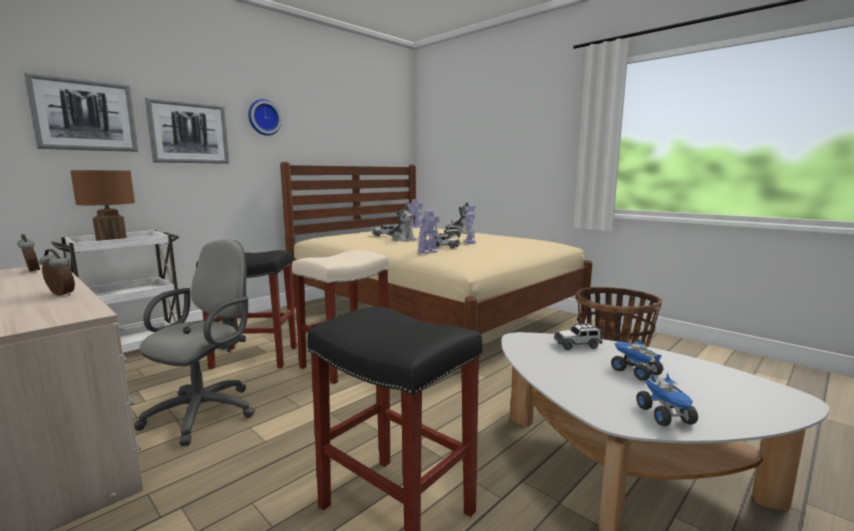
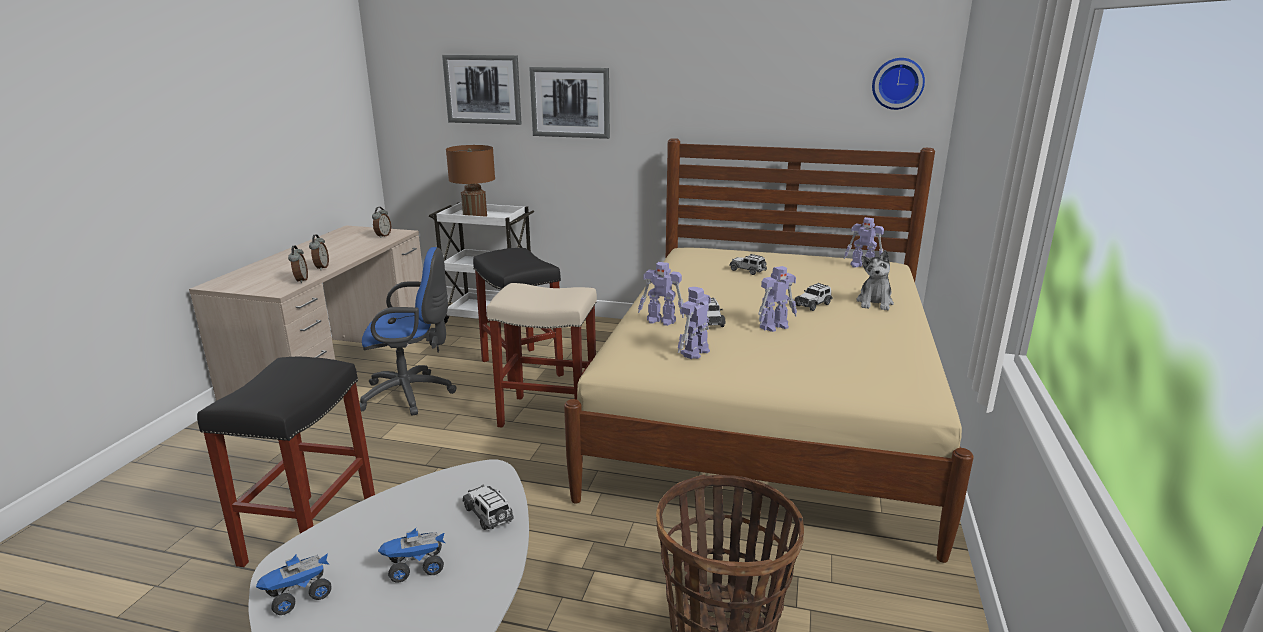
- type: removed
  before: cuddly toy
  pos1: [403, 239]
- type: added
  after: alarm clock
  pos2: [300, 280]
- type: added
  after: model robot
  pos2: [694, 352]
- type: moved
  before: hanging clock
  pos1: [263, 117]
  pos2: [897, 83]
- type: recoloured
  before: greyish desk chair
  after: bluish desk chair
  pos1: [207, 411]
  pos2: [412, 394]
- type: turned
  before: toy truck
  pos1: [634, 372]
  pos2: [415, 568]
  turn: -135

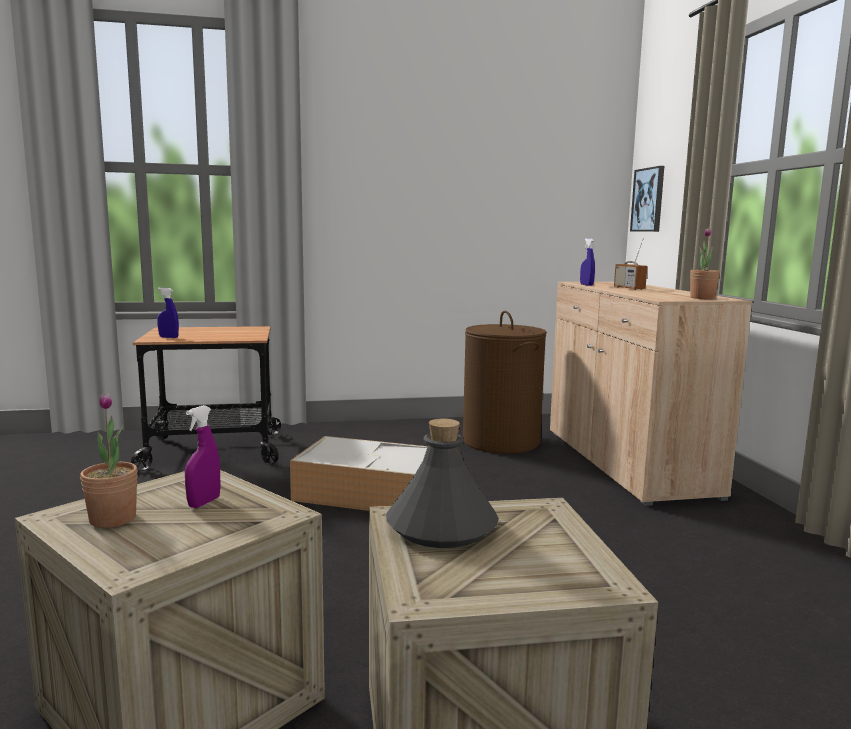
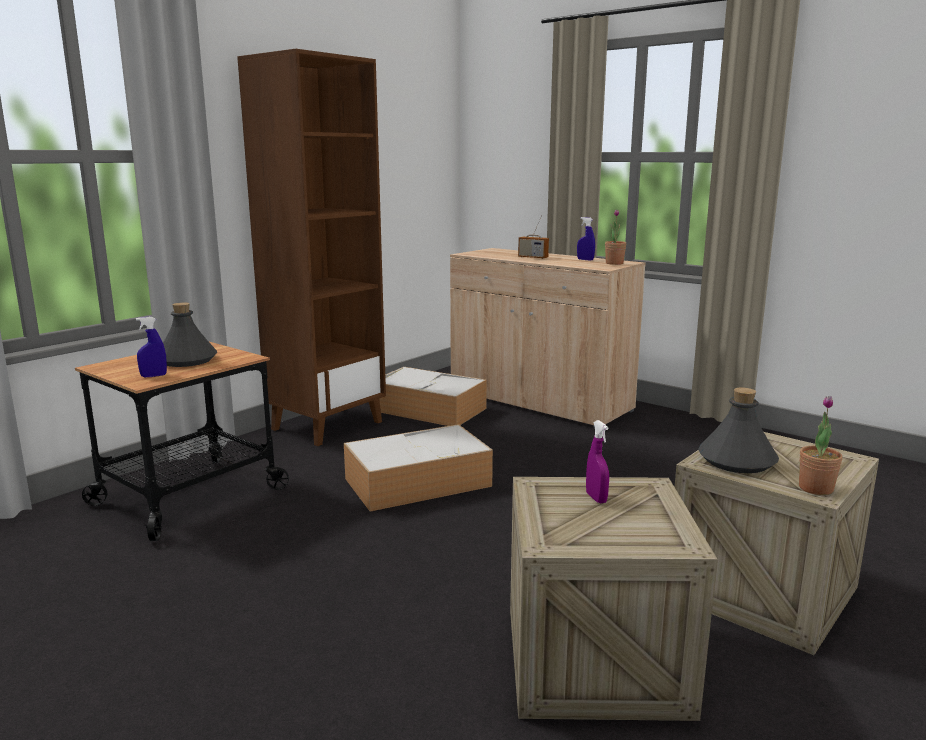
- type: removed
  before: picture
  pos1: [648, 200]
- type: added
  after: greyish beverage bottle
  pos2: [187, 360]
- type: added
  after: brown bookshelf
  pos2: [327, 425]
- type: moved
  before: houseplant
  pos1: [113, 519]
  pos2: [816, 488]
- type: moved
  before: bluish hand sprayer
  pos1: [586, 285]
  pos2: [585, 259]
- type: replaced
  before: brown washing basket
  after: storage container
  pos1: [501, 441]
  pos2: [430, 409]

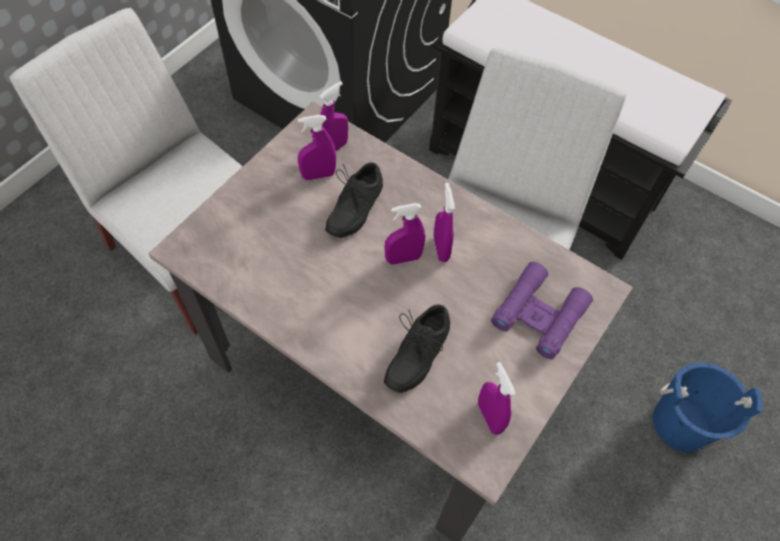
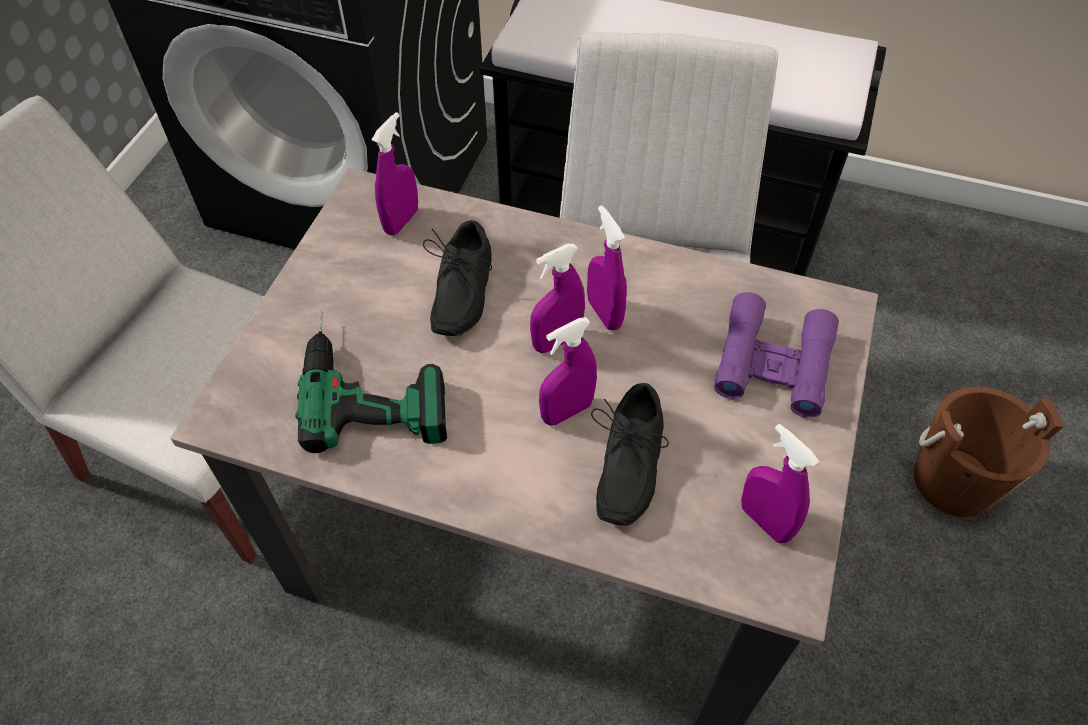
- type: added
  after: electric drill
  pos2: [373, 381]
- type: moved
  before: purple-coloured hand sprayer
  pos1: [318, 175]
  pos2: [567, 411]
- type: recoloured
  before: bluish pail
  after: brown pail
  pos1: [681, 423]
  pos2: [954, 481]

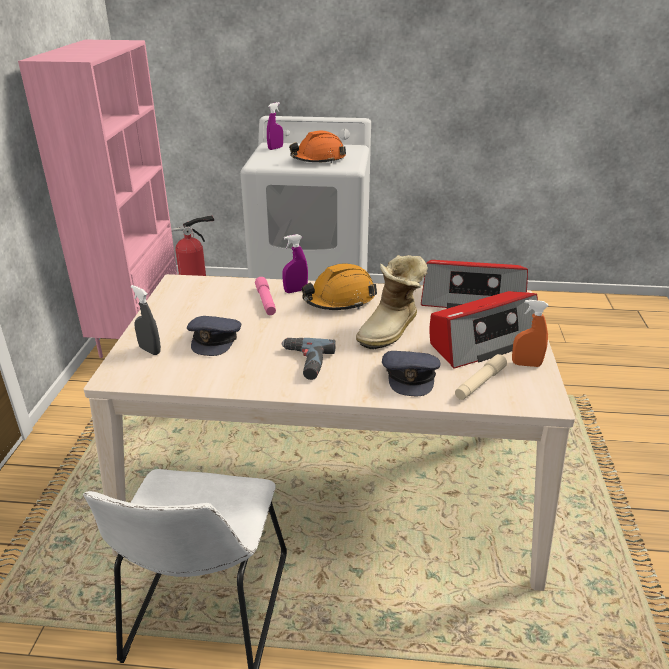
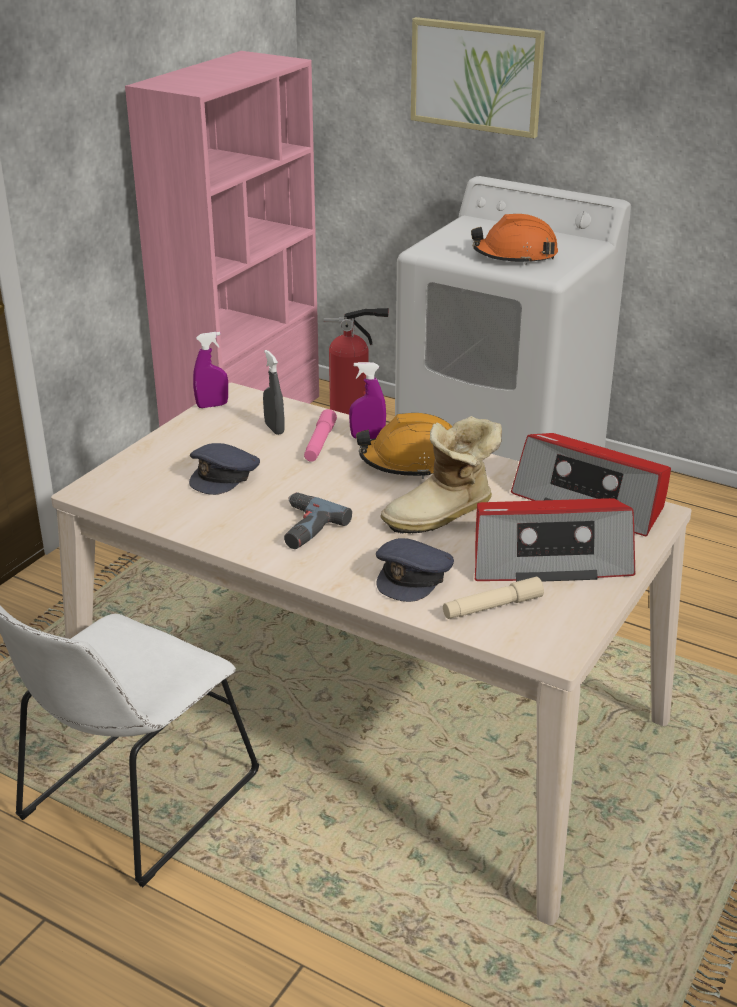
- type: removed
  before: orangey hand sprayer
  pos1: [526, 364]
- type: added
  after: picture
  pos2: [476, 76]
- type: moved
  before: greyish hand sprayer
  pos1: [150, 350]
  pos2: [274, 428]
- type: moved
  before: purple-coloured hand sprayer
  pos1: [275, 148]
  pos2: [212, 405]

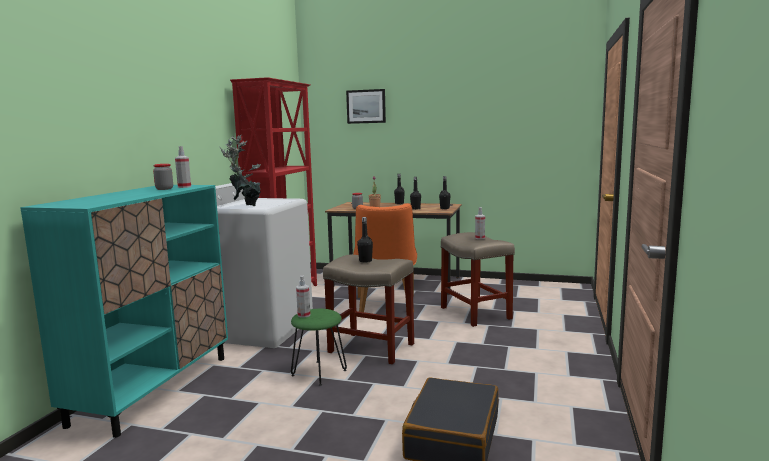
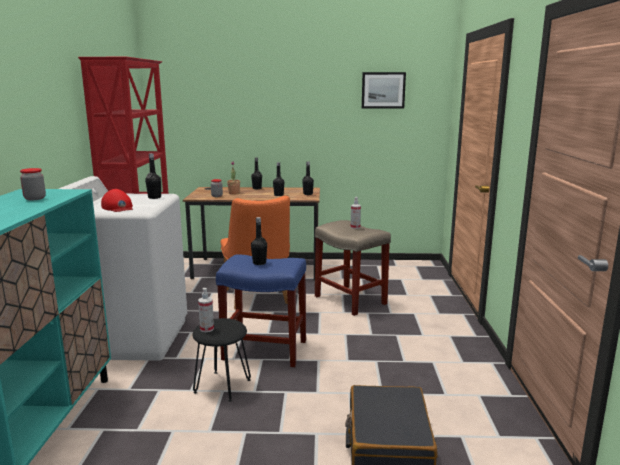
- type: removed
  before: hand sprayer
  pos1: [184, 187]
- type: added
  after: black beverage bottle
  pos2: [154, 197]
- type: moved
  before: picture
  pos1: [366, 106]
  pos2: [383, 90]
- type: replaced
  before: houseplant
  after: reddish baseball cap
  pos1: [246, 206]
  pos2: [118, 207]
- type: recoloured
  before: greenish stool
  after: black stool
  pos1: [319, 372]
  pos2: [223, 385]
- type: recoloured
  before: beige stool
  after: bluish stool
  pos1: [370, 348]
  pos2: [263, 350]

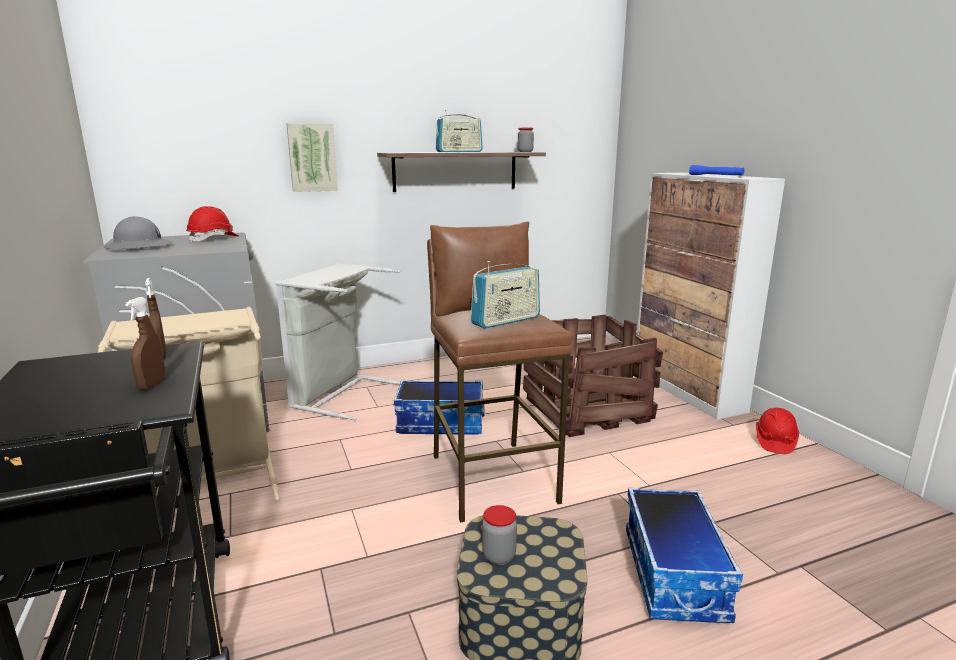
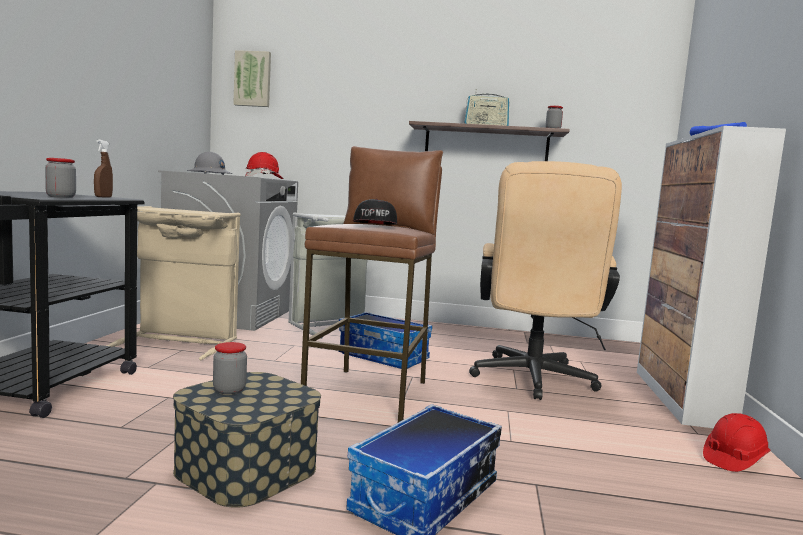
- type: moved
  before: picture
  pos1: [312, 157]
  pos2: [253, 79]
- type: replaced
  before: brown hand sprayer
  after: preserve jar
  pos1: [152, 385]
  pos2: [61, 197]
- type: replaced
  before: radio set
  after: baseball cap
  pos1: [506, 321]
  pos2: [375, 225]
- type: replaced
  before: packing crate
  after: beige desk chair
  pos1: [585, 410]
  pos2: [532, 381]

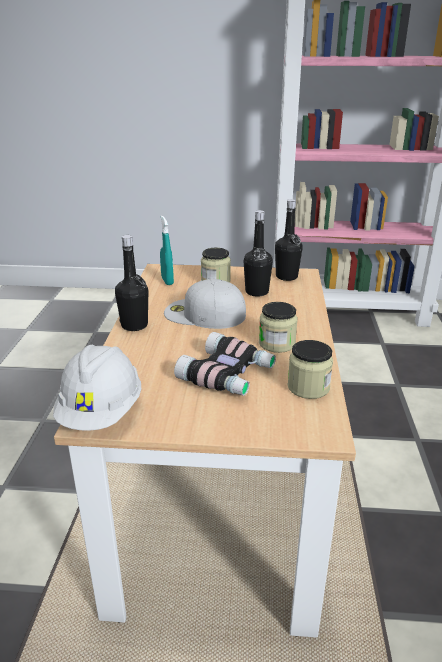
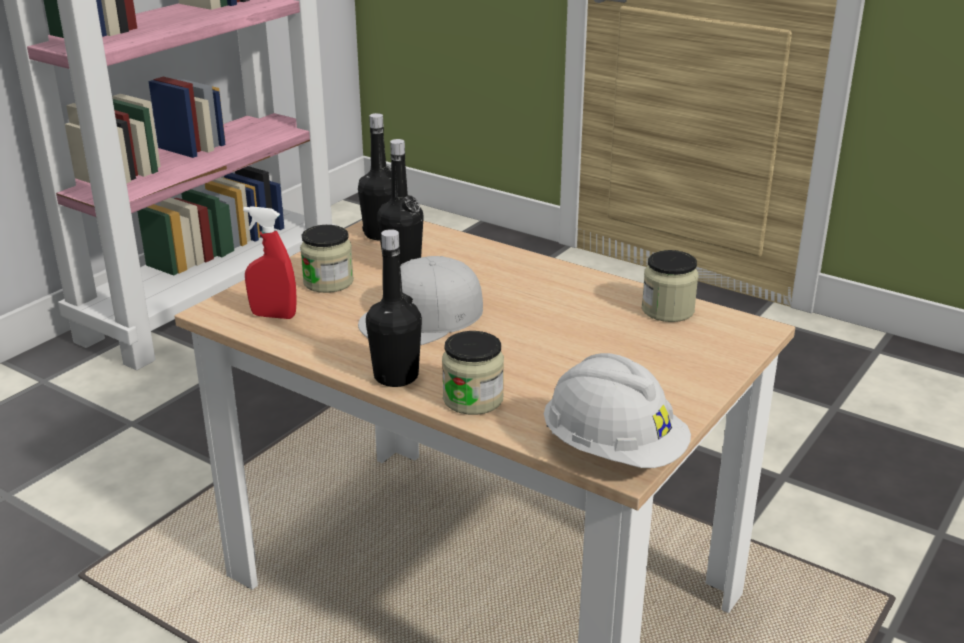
- type: removed
  before: field glasses
  pos1: [228, 374]
- type: moved
  before: preserve jar
  pos1: [277, 343]
  pos2: [473, 399]
- type: recoloured
  before: turquoise hand sprayer
  after: reddish hand sprayer
  pos1: [167, 281]
  pos2: [273, 315]

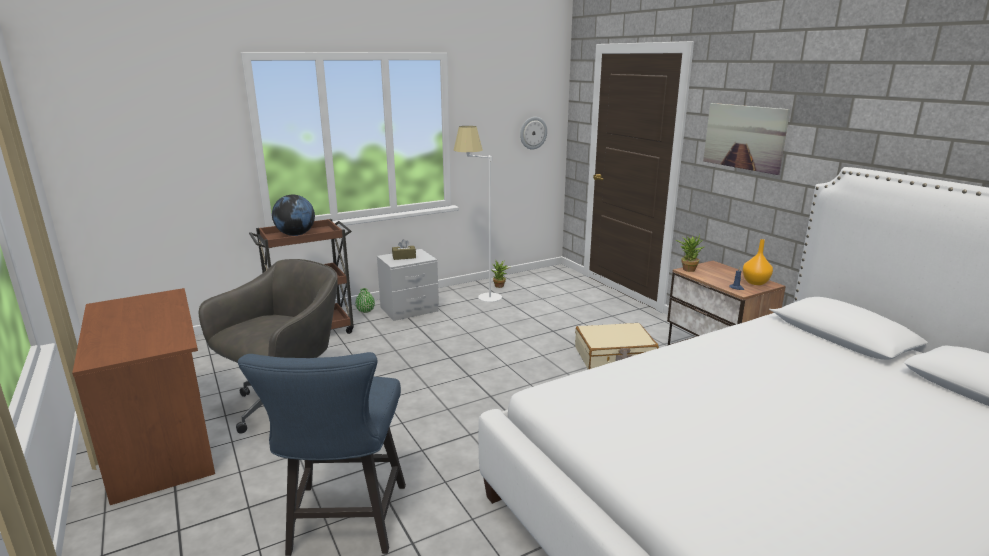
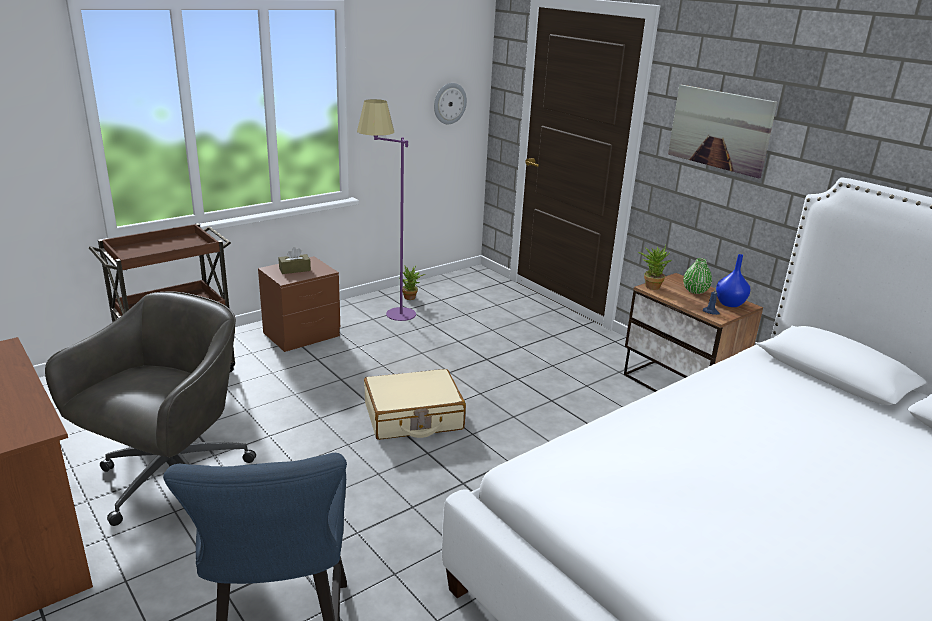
- type: removed
  before: globe
  pos1: [295, 235]
- type: moved
  before: greenish decorative vase
  pos1: [365, 310]
  pos2: [695, 291]
- type: moved
  before: beige piece of luggage
  pos1: [614, 358]
  pos2: [413, 417]
- type: recoloured
  before: greyish night table
  after: brown night table
  pos1: [409, 309]
  pos2: [301, 335]
- type: recoloured
  before: white standing lamp
  after: purple-coloured standing lamp
  pos1: [479, 299]
  pos2: [388, 317]
- type: recoloured
  before: orangey decorative vase
  after: bluish decorative vase
  pos1: [754, 282]
  pos2: [729, 303]

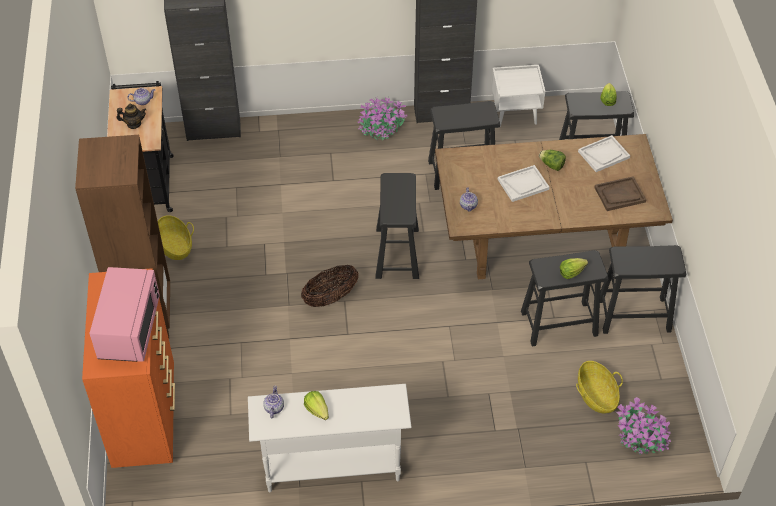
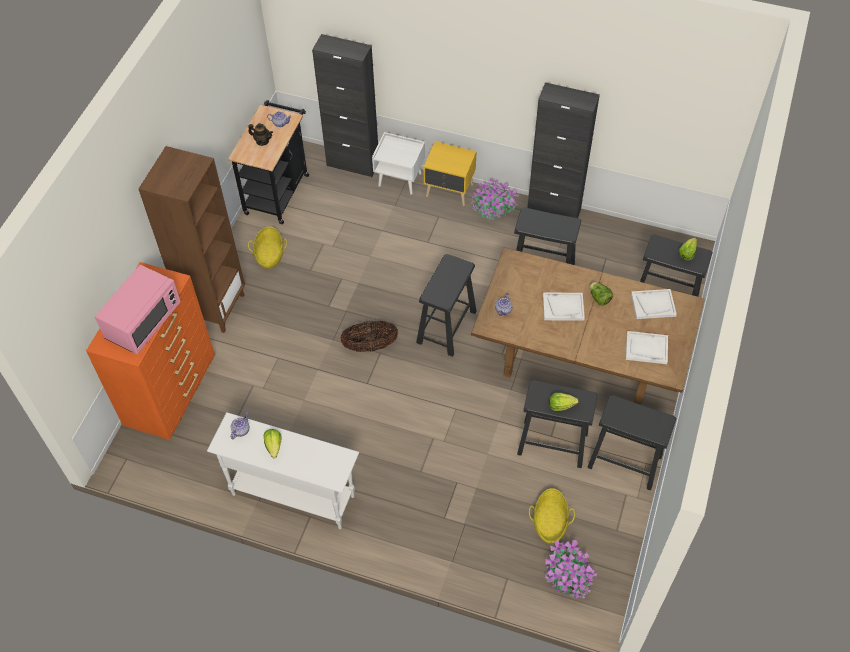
- type: added
  after: yellowish night table
  pos2: [450, 191]
- type: moved
  before: white night table
  pos1: [515, 114]
  pos2: [400, 179]
- type: recoloured
  before: brown serving tray
  after: white serving tray
  pos1: [619, 195]
  pos2: [646, 348]

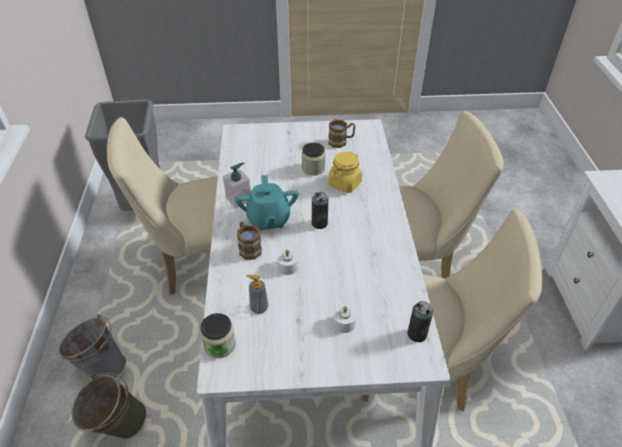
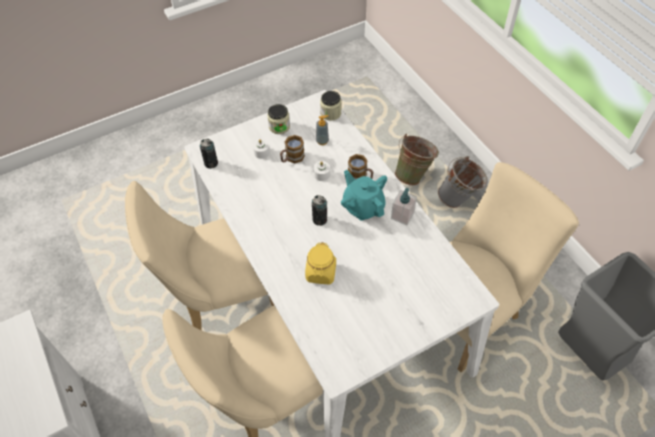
- type: moved
  before: preserve jar
  pos1: [313, 168]
  pos2: [279, 127]
- type: moved
  before: tea mug
  pos1: [341, 141]
  pos2: [292, 158]

